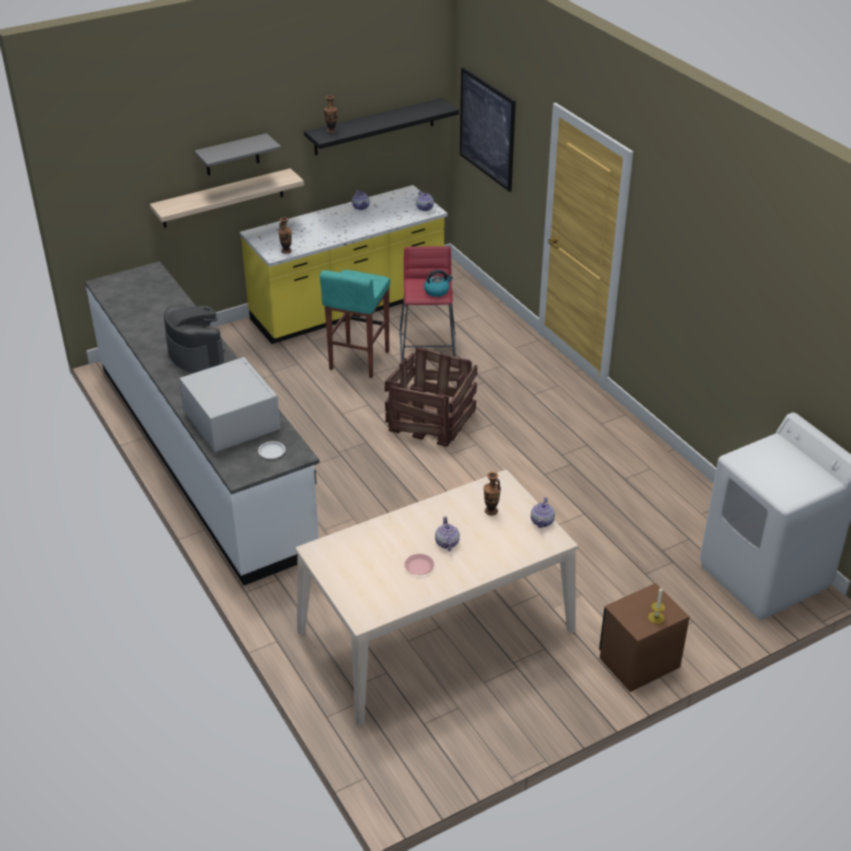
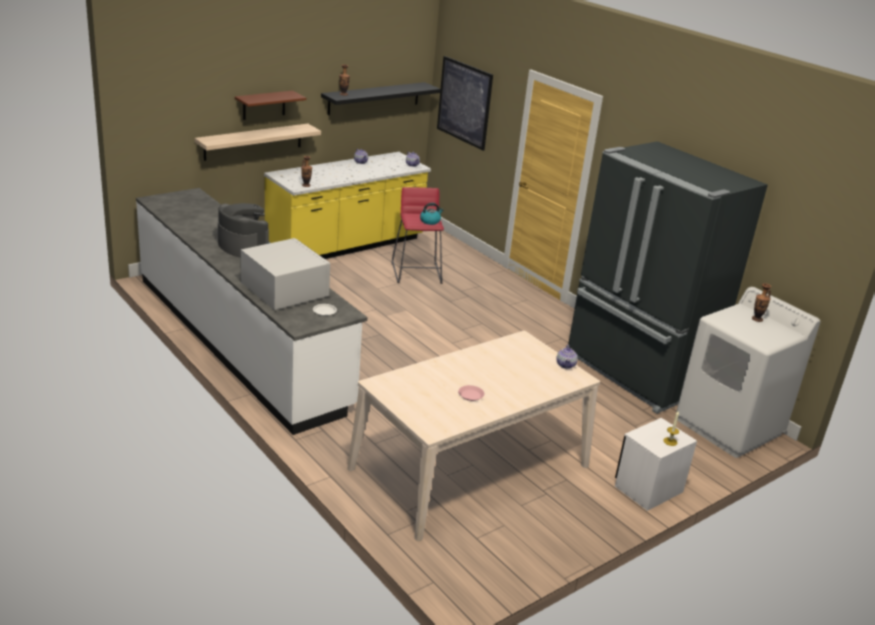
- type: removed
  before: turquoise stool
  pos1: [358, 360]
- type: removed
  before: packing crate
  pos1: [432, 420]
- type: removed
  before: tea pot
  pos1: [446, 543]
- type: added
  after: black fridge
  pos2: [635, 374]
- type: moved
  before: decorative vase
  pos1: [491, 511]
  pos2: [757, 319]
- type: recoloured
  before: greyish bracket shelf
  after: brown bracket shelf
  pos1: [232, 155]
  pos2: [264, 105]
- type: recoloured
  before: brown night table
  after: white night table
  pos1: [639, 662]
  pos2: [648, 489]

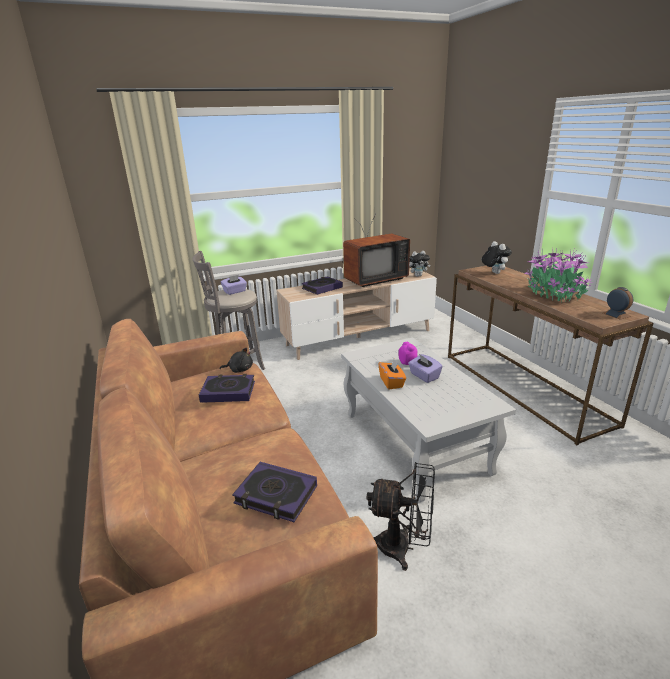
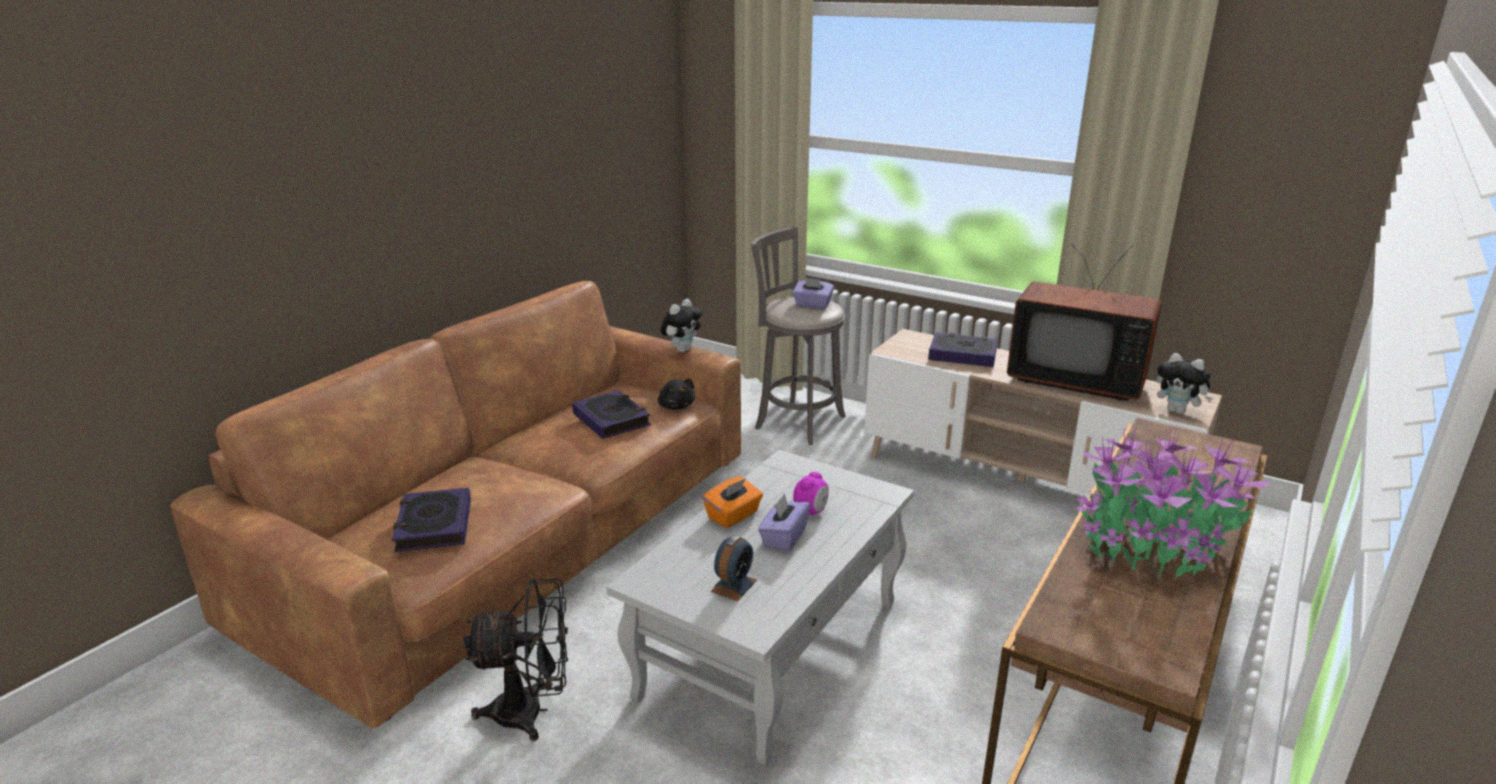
- type: moved
  before: cuddly toy
  pos1: [494, 273]
  pos2: [682, 350]
- type: moved
  before: alarm clock
  pos1: [616, 314]
  pos2: [734, 585]
- type: turned
  before: black cooling fan
  pos1: [403, 548]
  pos2: [532, 712]
  turn: -75

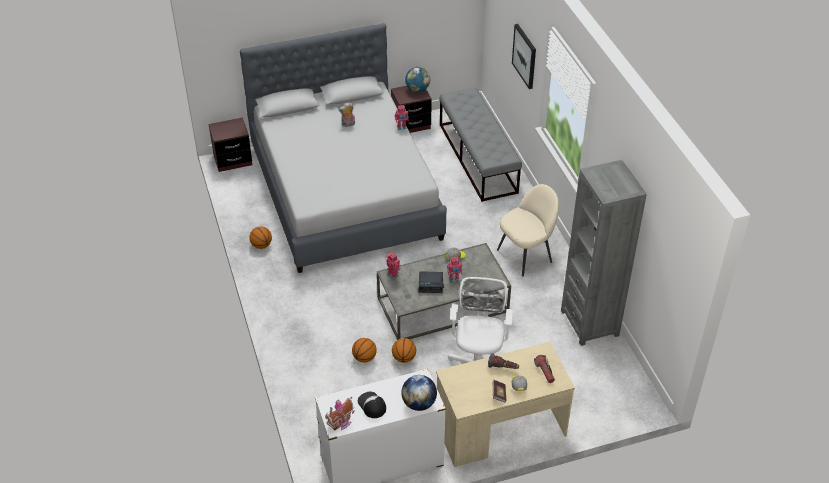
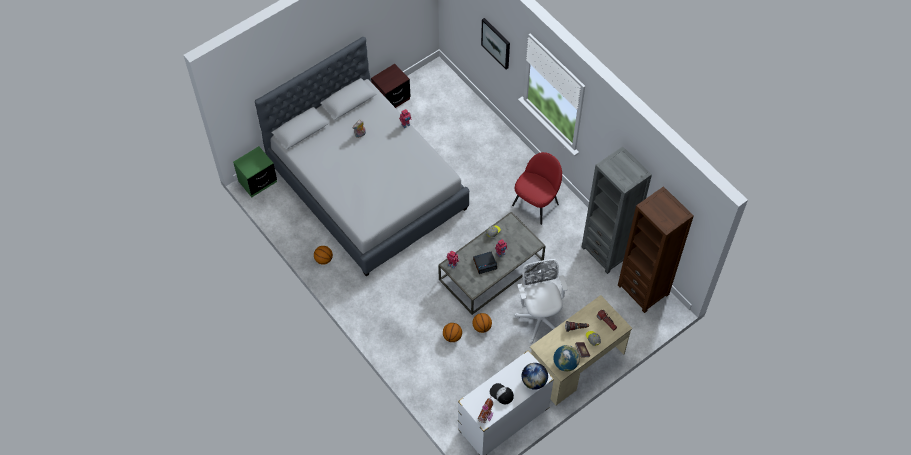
- type: removed
  before: greyish bench
  pos1: [478, 158]
- type: added
  after: brown bookshelf
  pos2: [643, 289]
- type: moved
  before: globe
  pos1: [417, 89]
  pos2: [565, 363]
- type: recoloured
  before: brown night table
  after: greenish night table
  pos1: [233, 160]
  pos2: [258, 182]
- type: recoloured
  before: beige chair
  after: reddish chair
  pos1: [526, 255]
  pos2: [536, 204]

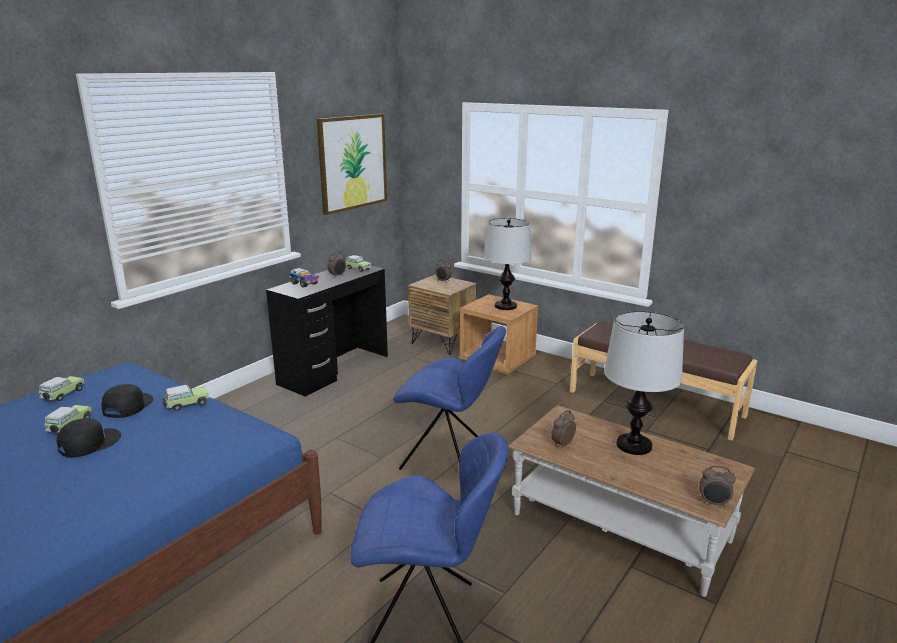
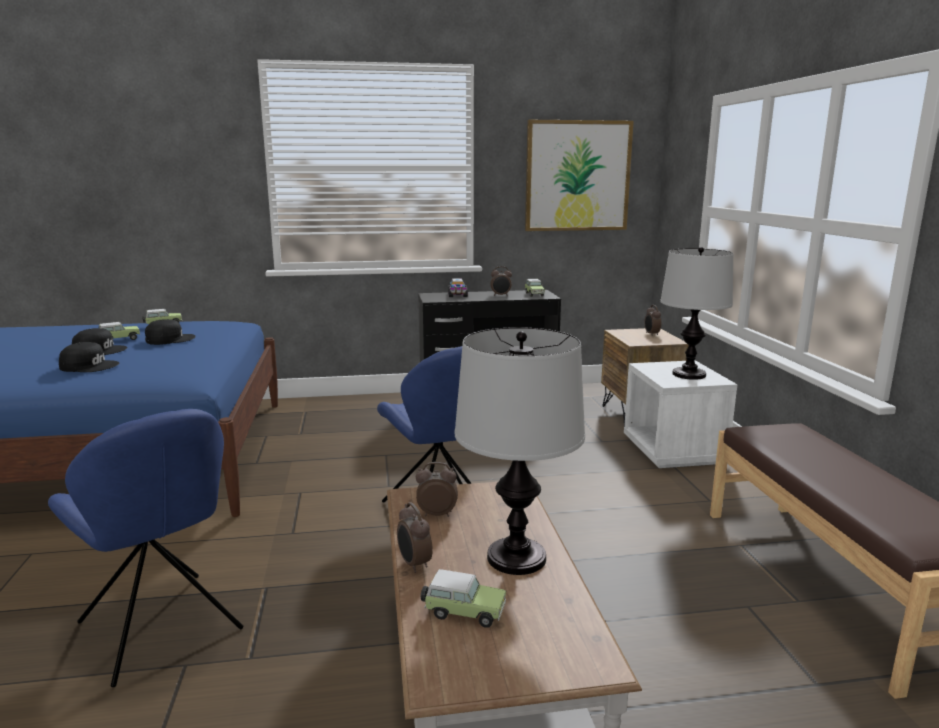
- type: added
  after: black baseball cap
  pos2: [89, 366]
- type: moved
  before: model car
  pos1: [186, 405]
  pos2: [462, 612]
- type: moved
  before: alarm clock
  pos1: [713, 503]
  pos2: [414, 564]
- type: recoloured
  before: brown night table
  after: white night table
  pos1: [498, 360]
  pos2: [673, 451]

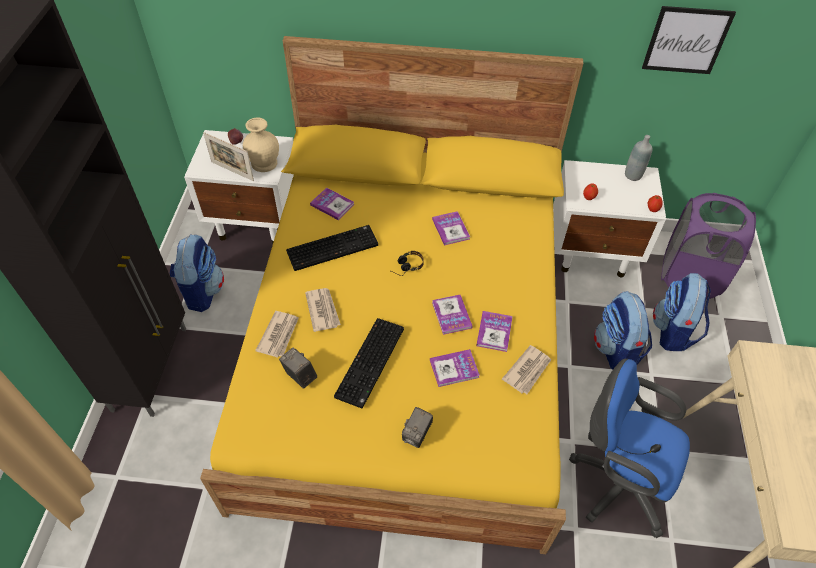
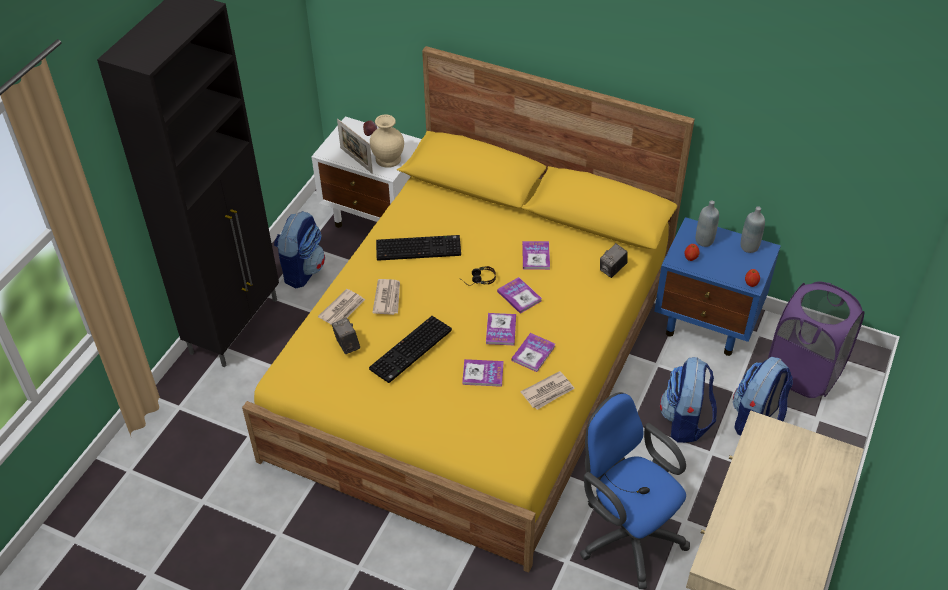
- type: removed
  before: picture
  pos1: [686, 40]
- type: added
  after: greyish beverage bottle
  pos2: [704, 241]
- type: moved
  before: book
  pos1: [332, 204]
  pos2: [519, 296]
- type: moved
  before: still camera
  pos1: [417, 434]
  pos2: [612, 270]
- type: recoloured
  before: white night table
  after: bluish night table
  pos1: [592, 252]
  pos2: [708, 324]

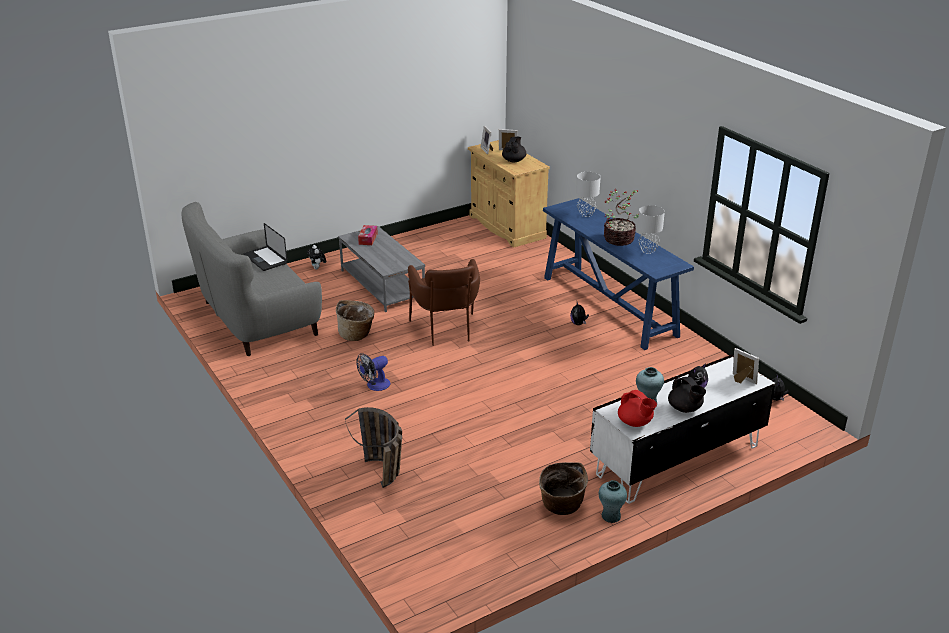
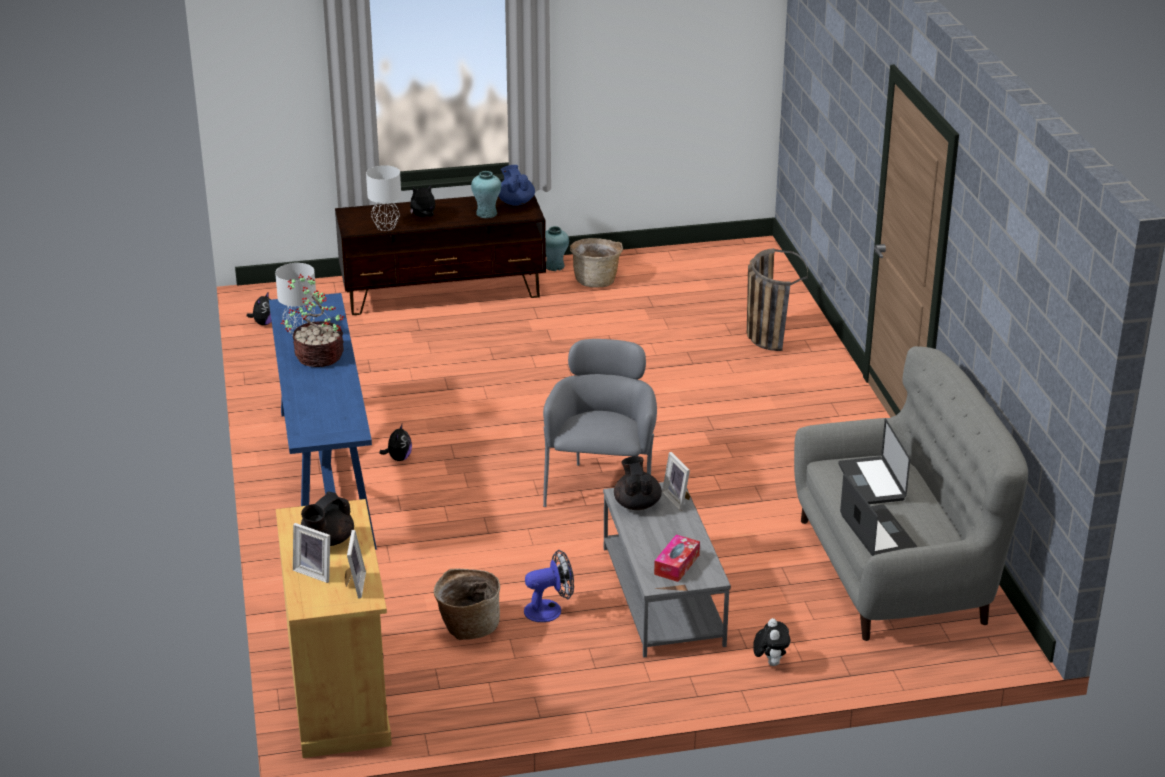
- type: added
  after: notebook computer
  pos2: [871, 482]
- type: moved
  before: basket
  pos1: [356, 334]
  pos2: [468, 627]
- type: moved
  before: cooling fan
  pos1: [375, 386]
  pos2: [549, 609]
- type: moved
  before: greyish lamp for a table
  pos1: [586, 214]
  pos2: [386, 227]
- type: moved
  before: black tea pot
  pos1: [685, 408]
  pos2: [637, 504]
- type: moved
  before: photo frame
  pos1: [742, 380]
  pos2: [678, 499]
- type: recoloured
  before: brown easy chair
  after: greyish easy chair
  pos1: [446, 332]
  pos2: [601, 485]
- type: recoloured
  before: white tv stand
  after: brown tv stand
  pos1: [676, 459]
  pos2: [443, 293]
- type: recoloured
  before: reddish tea pot
  after: bluish tea pot
  pos1: [635, 422]
  pos2: [516, 202]

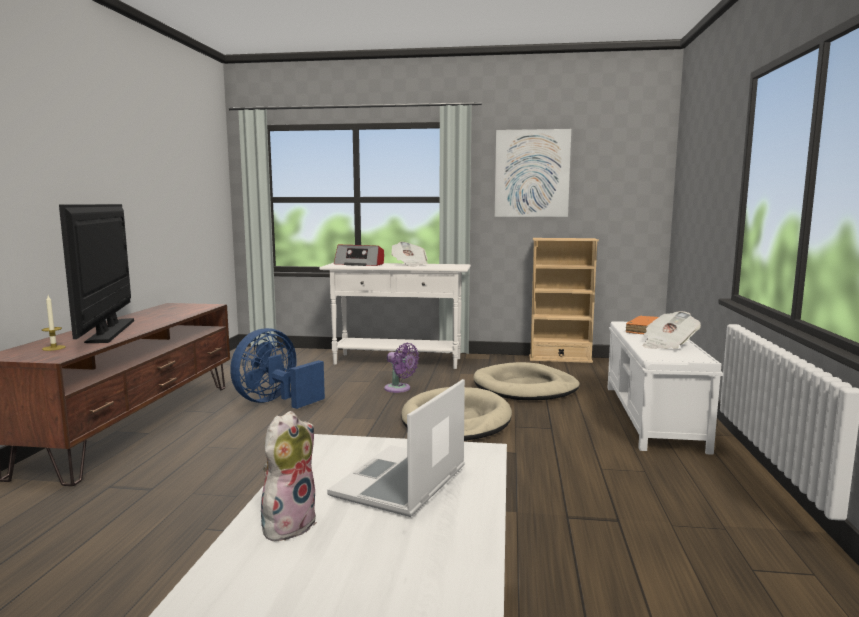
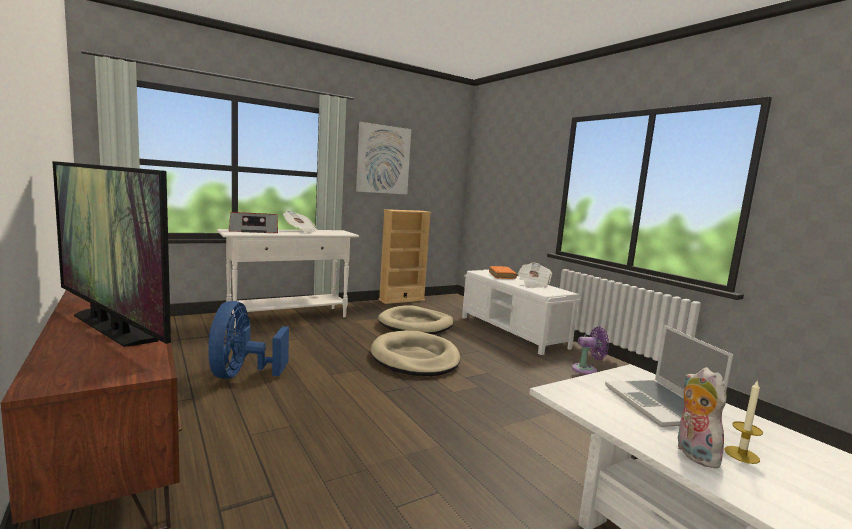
- type: moved
  before: wax candle
  pos1: [53, 348]
  pos2: [741, 454]
- type: moved
  before: purple-coloured cooling fan
  pos1: [399, 389]
  pos2: [587, 370]

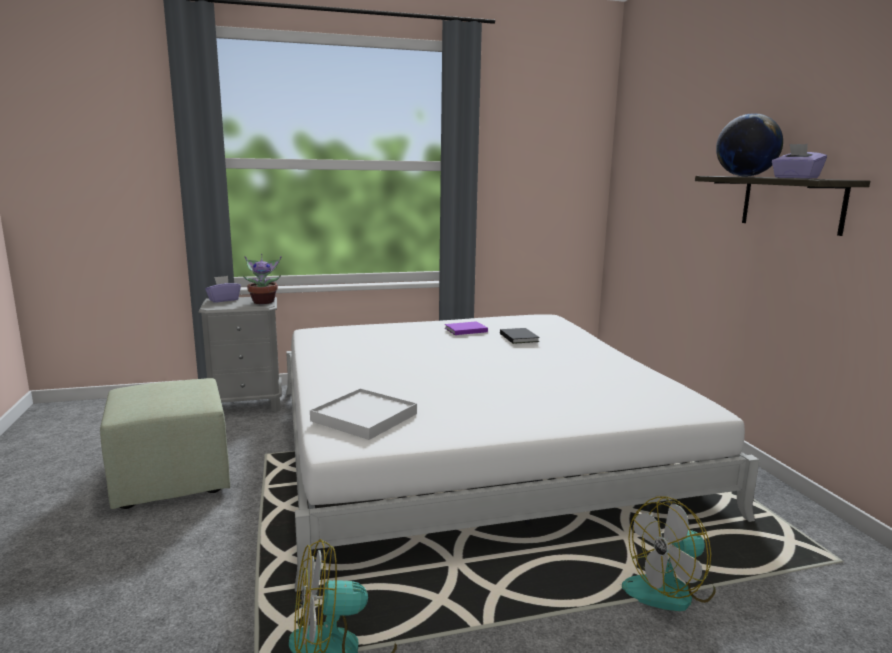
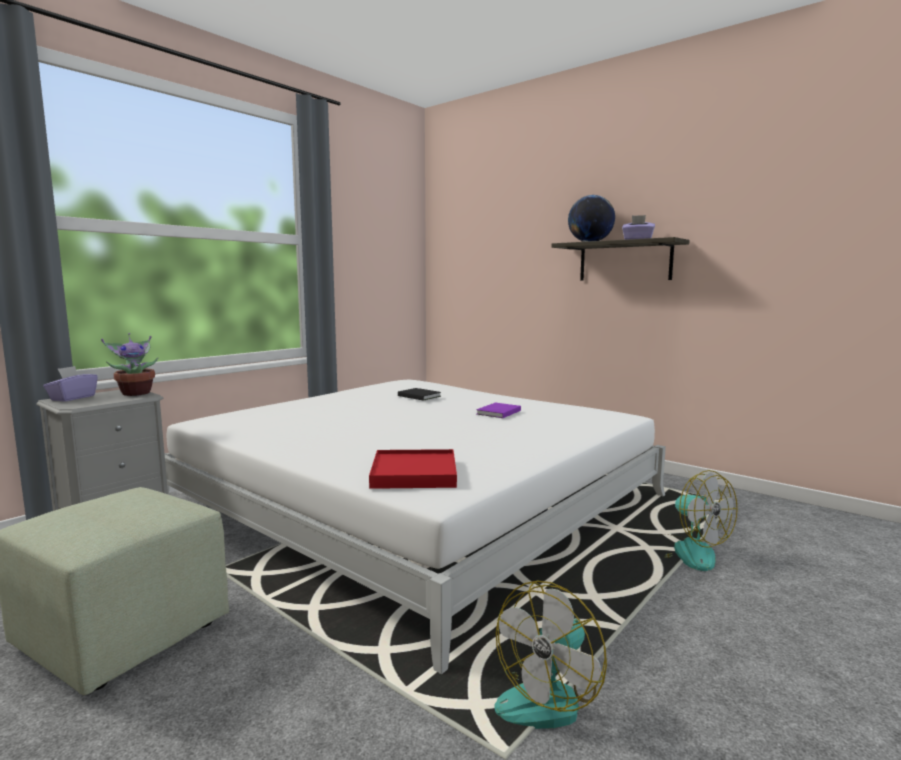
- type: moved
  before: purple-coloured book
  pos1: [464, 330]
  pos2: [497, 412]
- type: recoloured
  before: white serving tray
  after: reddish serving tray
  pos1: [364, 417]
  pos2: [414, 473]
- type: turned
  before: cooling fan
  pos1: [670, 589]
  pos2: [684, 551]
  turn: -60

